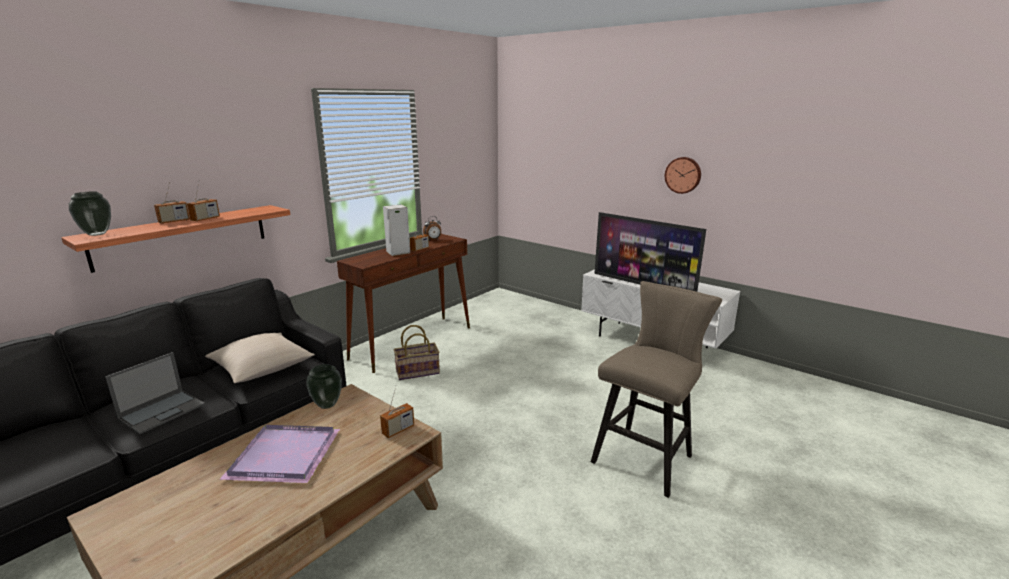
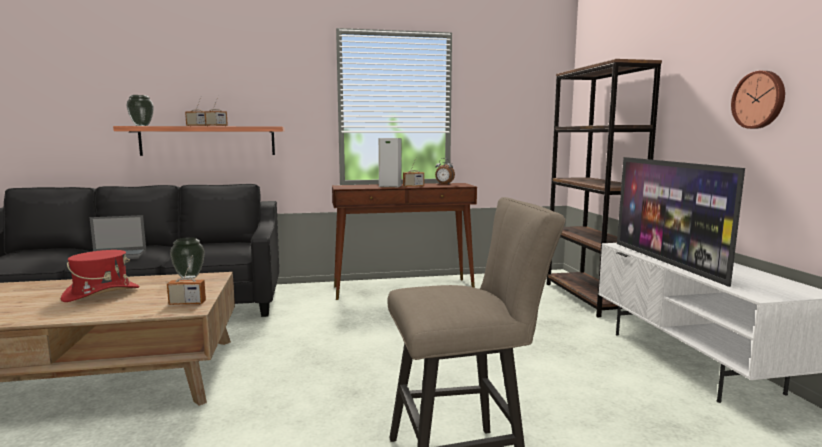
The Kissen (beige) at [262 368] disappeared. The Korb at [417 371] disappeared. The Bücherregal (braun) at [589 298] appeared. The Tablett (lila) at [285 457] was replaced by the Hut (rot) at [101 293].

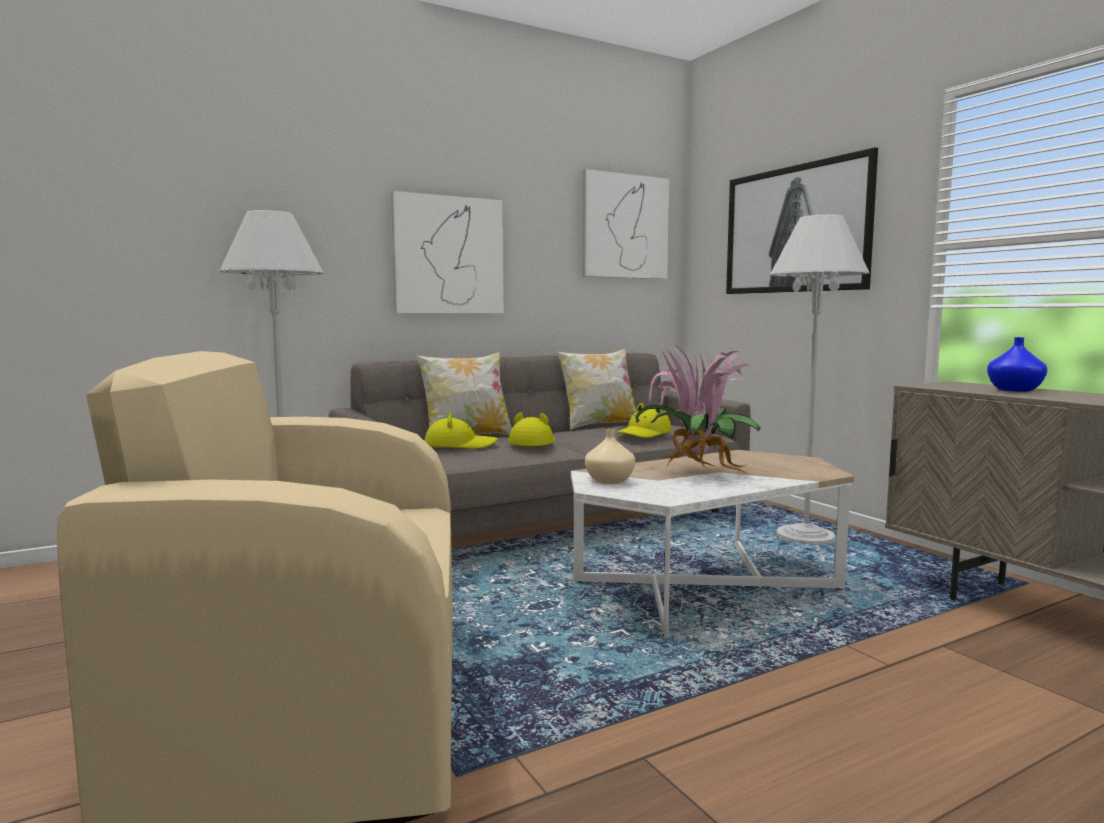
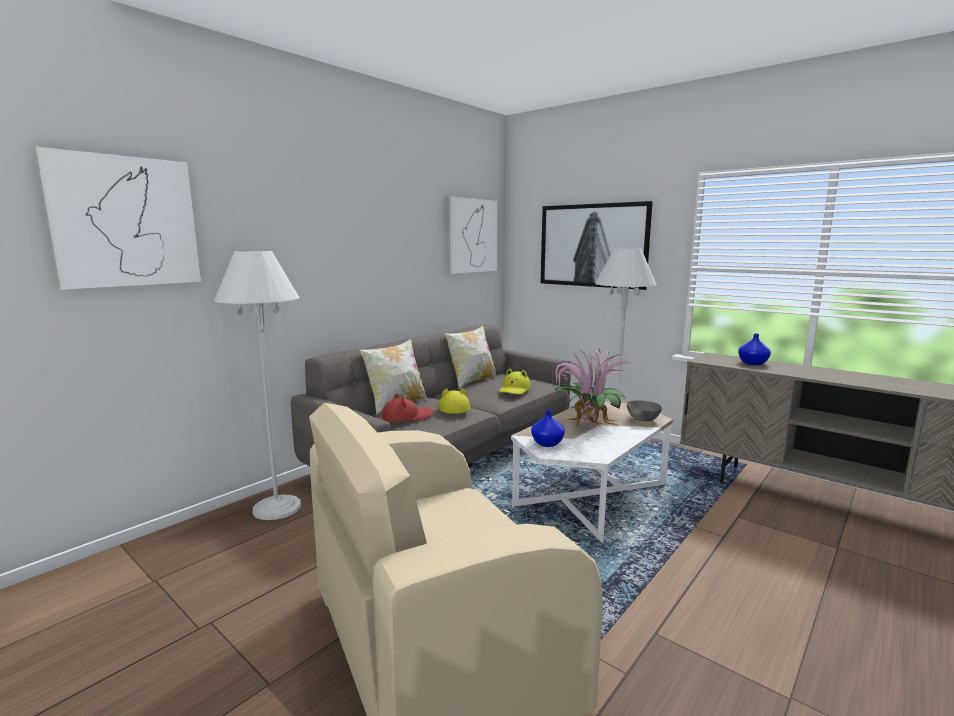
The Schüssel (grau) at [642 419] appeared. The Bild moved from [448 255] to [125 222]. The Hut (gelb) at [460 445] became the Hut (rot) at [407 417]. The Vase (beige) at [609 481] became the Vase (blau) at [547 443].

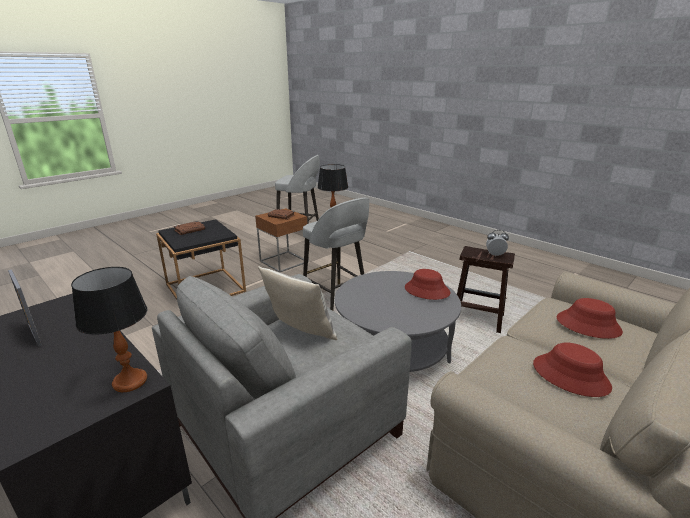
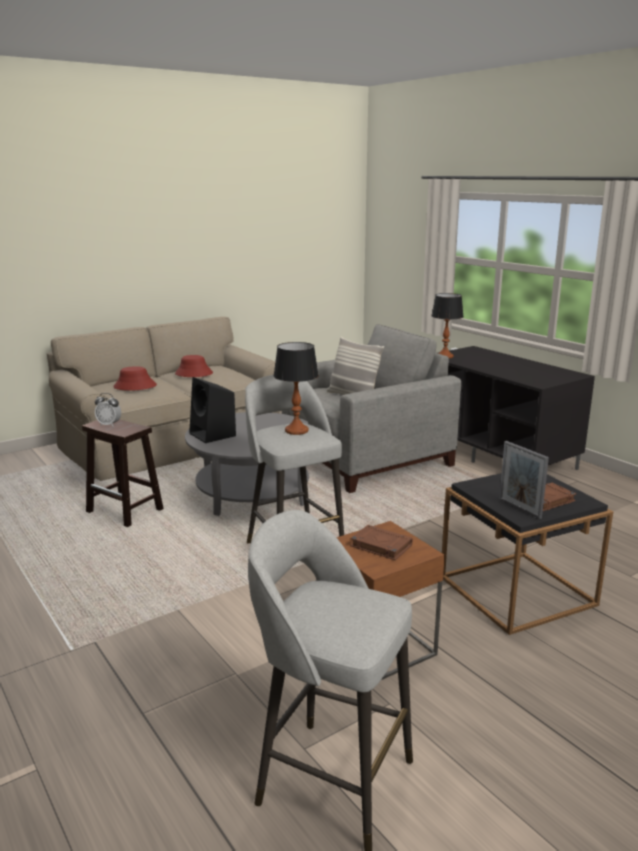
The Bilderrahmen moved from [34 334] to [519 508]. The Hut (rot) at [426 290] was replaced by the Lautsprecher (schwarz) at [213 435].

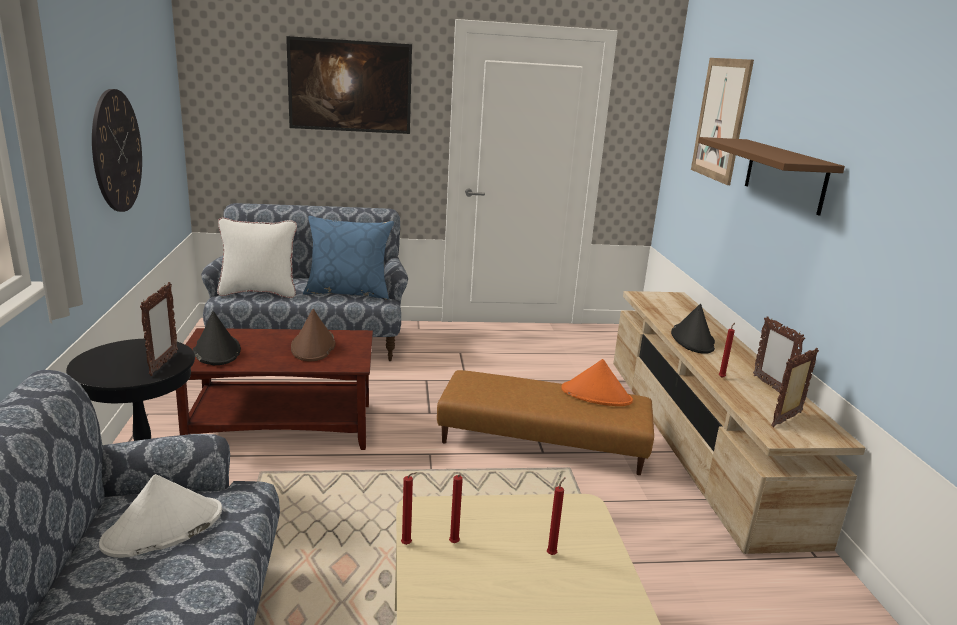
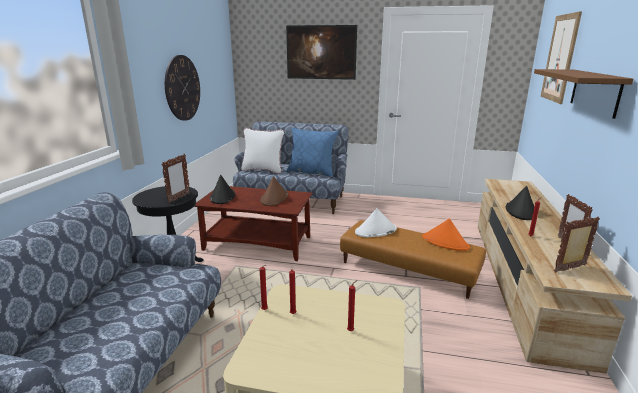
The Hut (weiß) moved from [163 528] to [375 231].

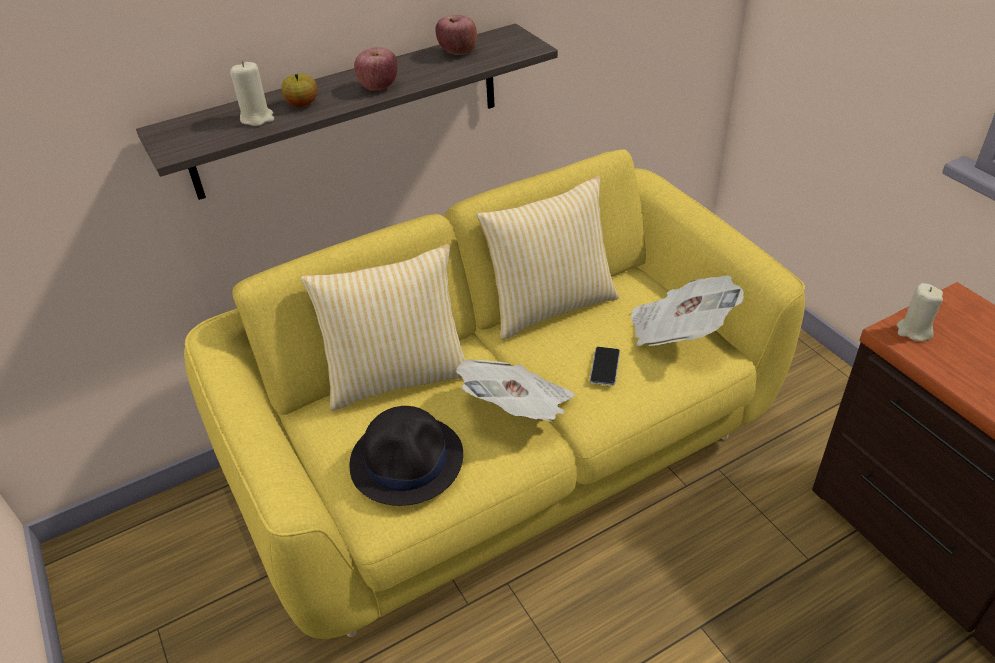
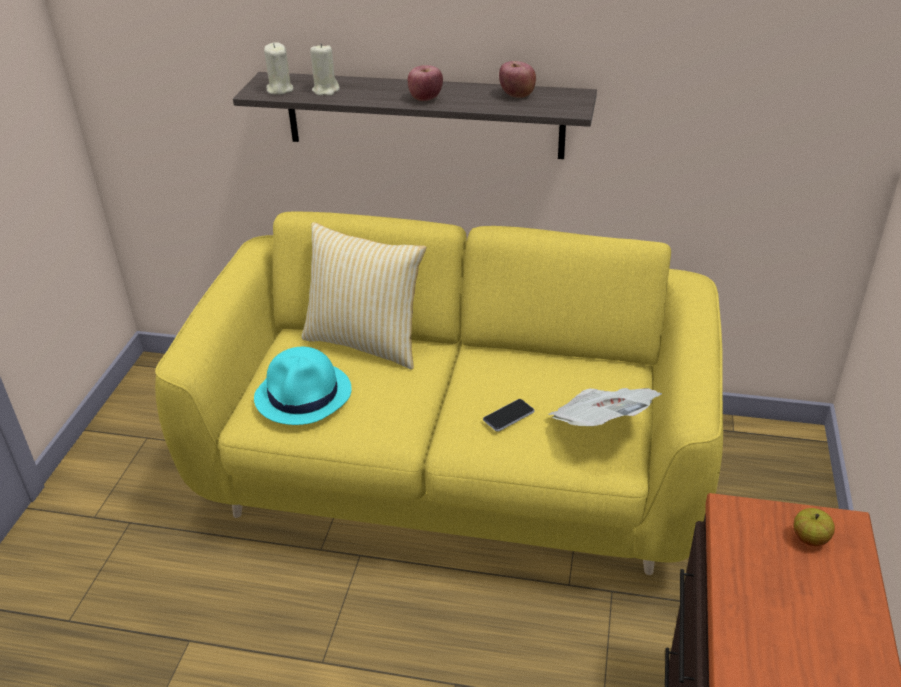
The Zeitung at [519 409] disappeared. The Kissen at [550 305] disappeared. The Apfel moved from [302 104] to [810 538]. The Kerze (beige) moved from [914 331] to [279 90]. The Hut (schwarz) at [407 460] became the Hut (türkis) at [304 394].

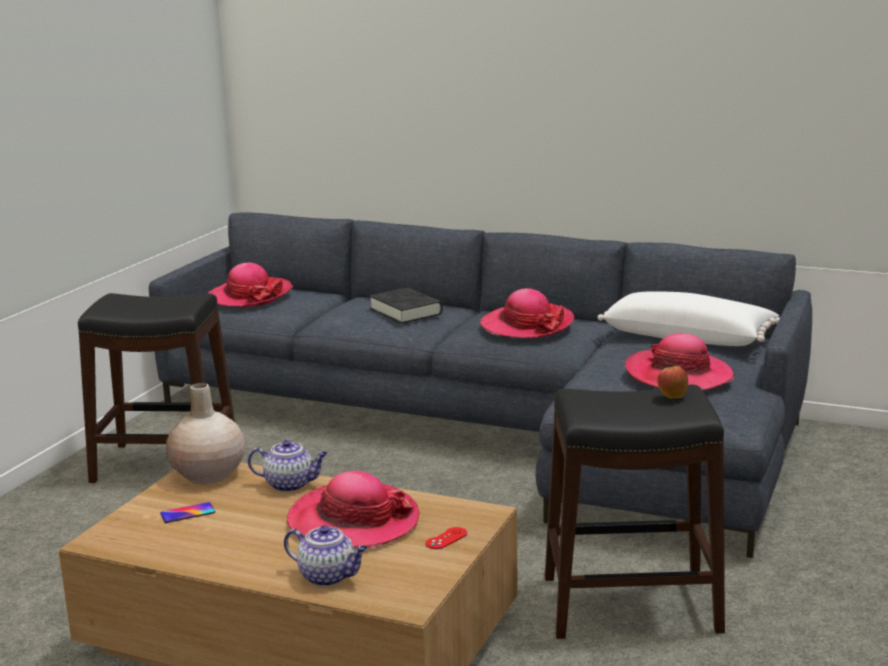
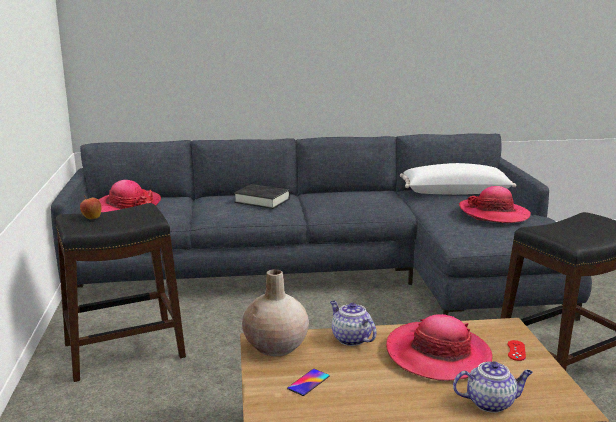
The Hut at [526 325] disappeared. The Apfel moved from [672 396] to [91 217]. The Teekanne at [290 484] turned 105 degrees counterclockwise.

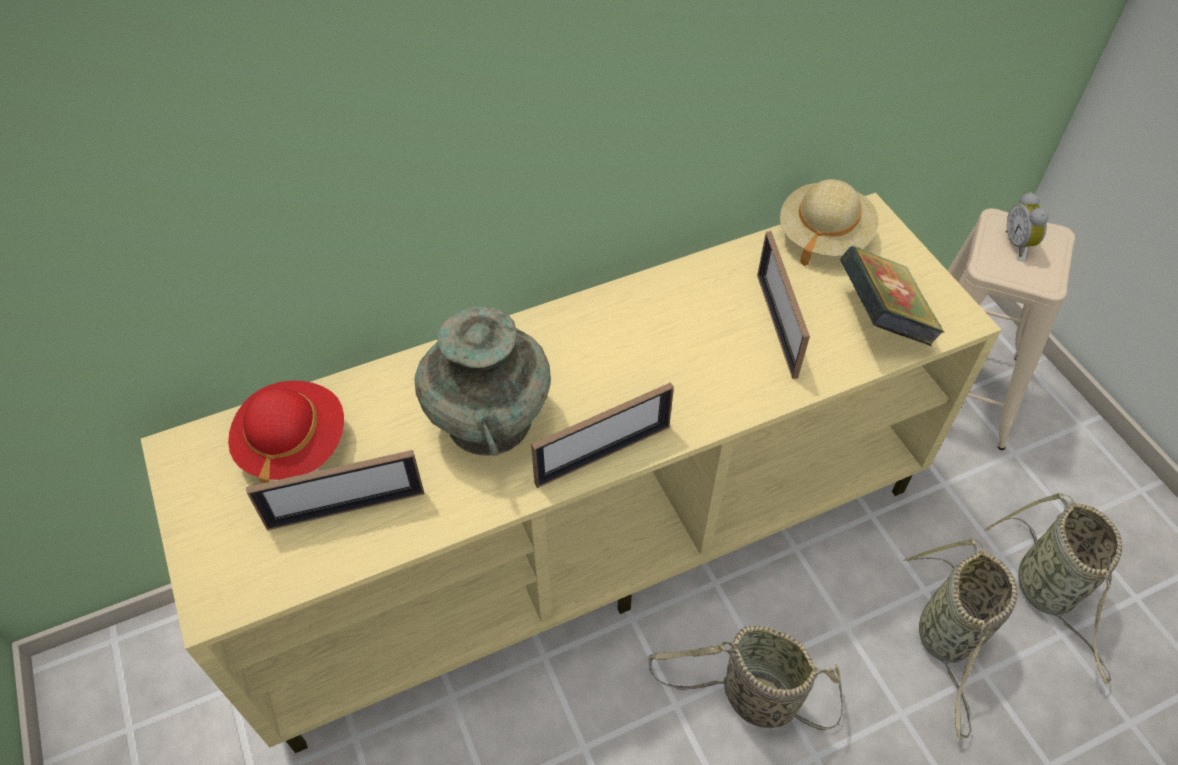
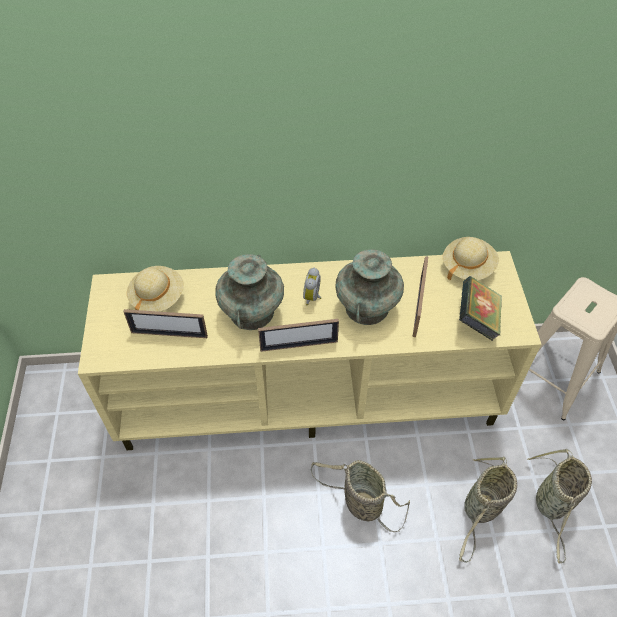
The Vase (türkis) at [367 307] appeared. The Wecker moved from [1019 243] to [313 297]. The Hut (rot) at [293 445] became the Hut (beige) at [157 297].

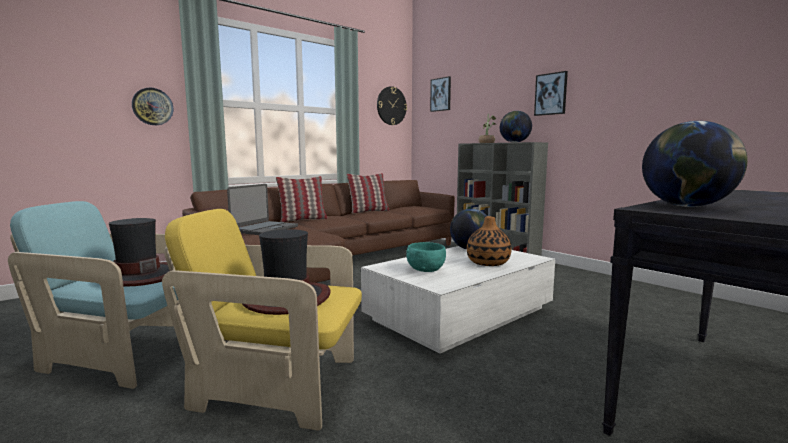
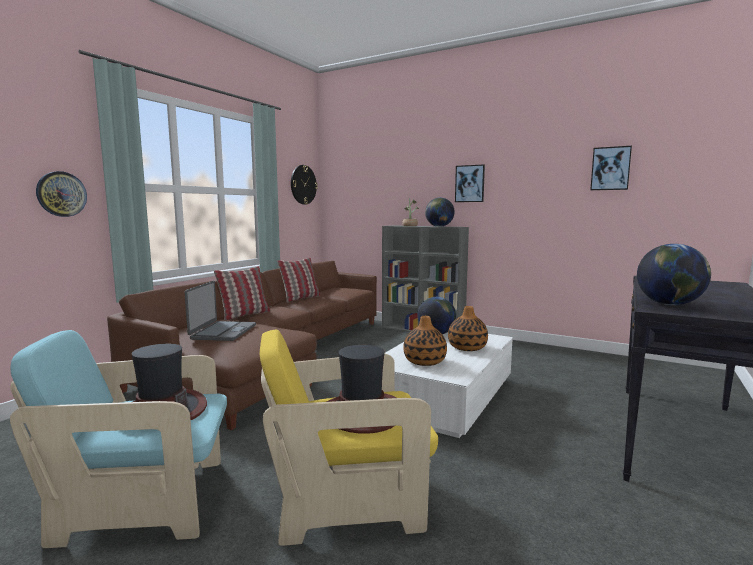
The Bild moved from [441 94] to [610 168]. The Schüssel (türkis) at [425 270] was replaced by the Vase at [424 361].

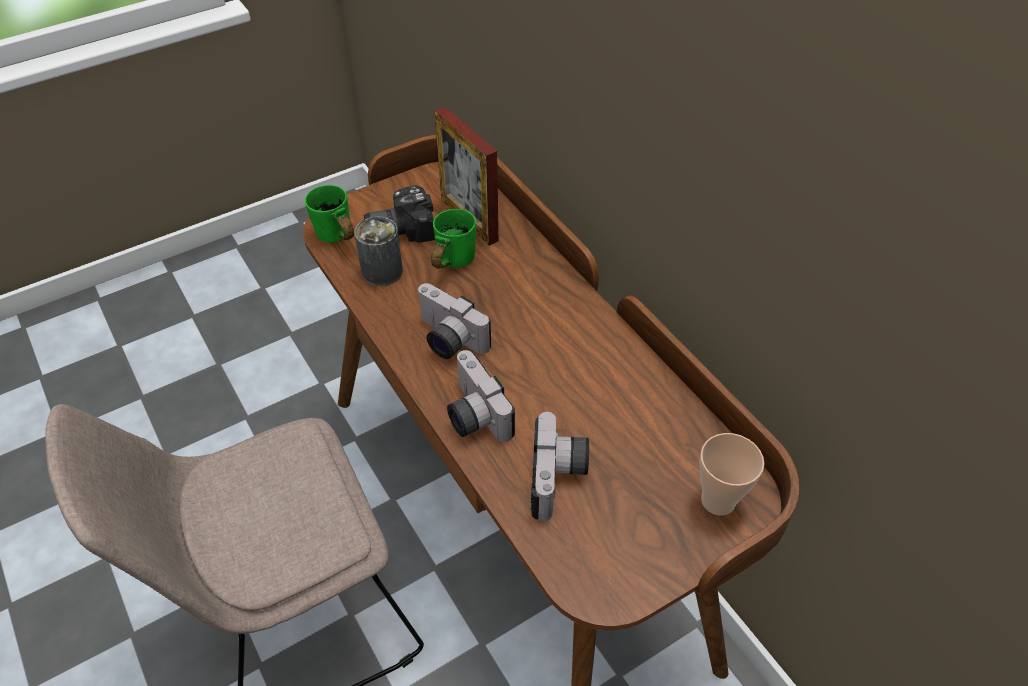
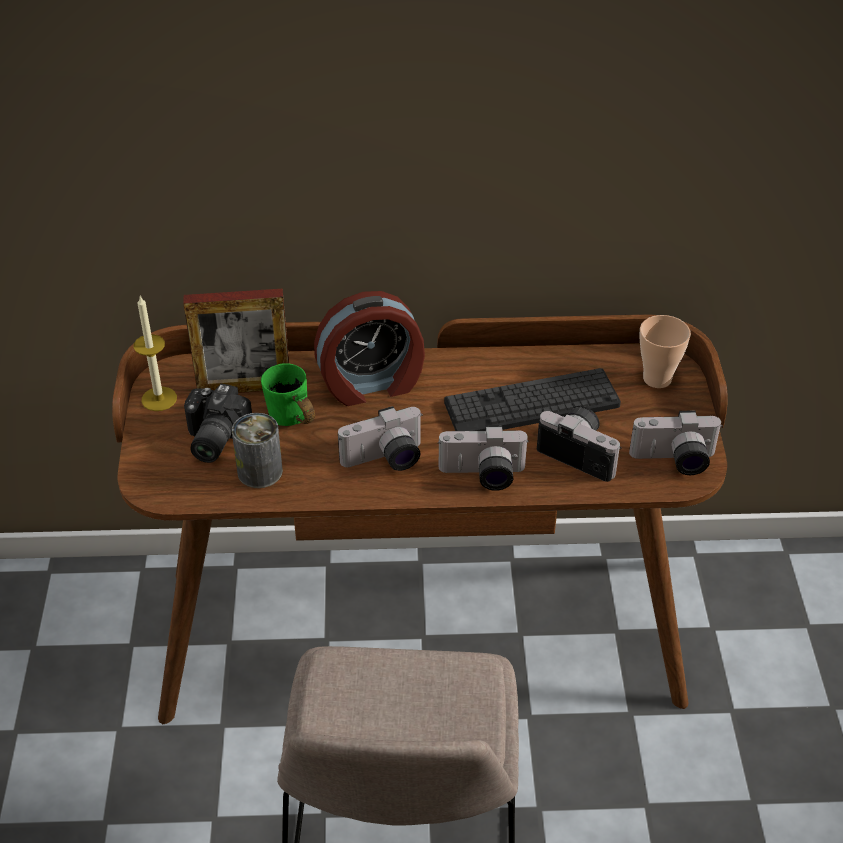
The Henkelbecher (grün) at [334 240] disappeared. The Kerze at [159 399] appeared. The Wecker at [371 384] appeared. The Tastatur at [532 404] appeared. The Kamera at [674 461] appeared.

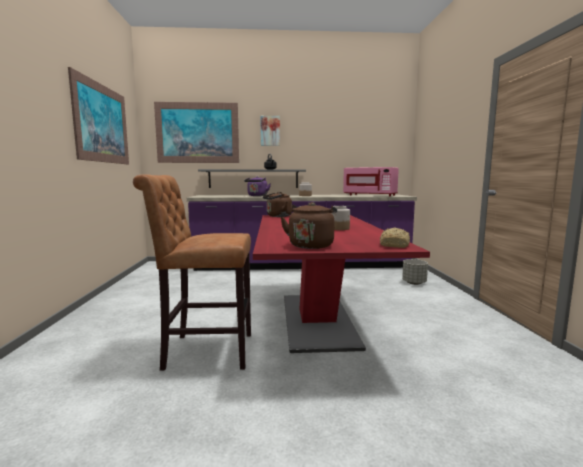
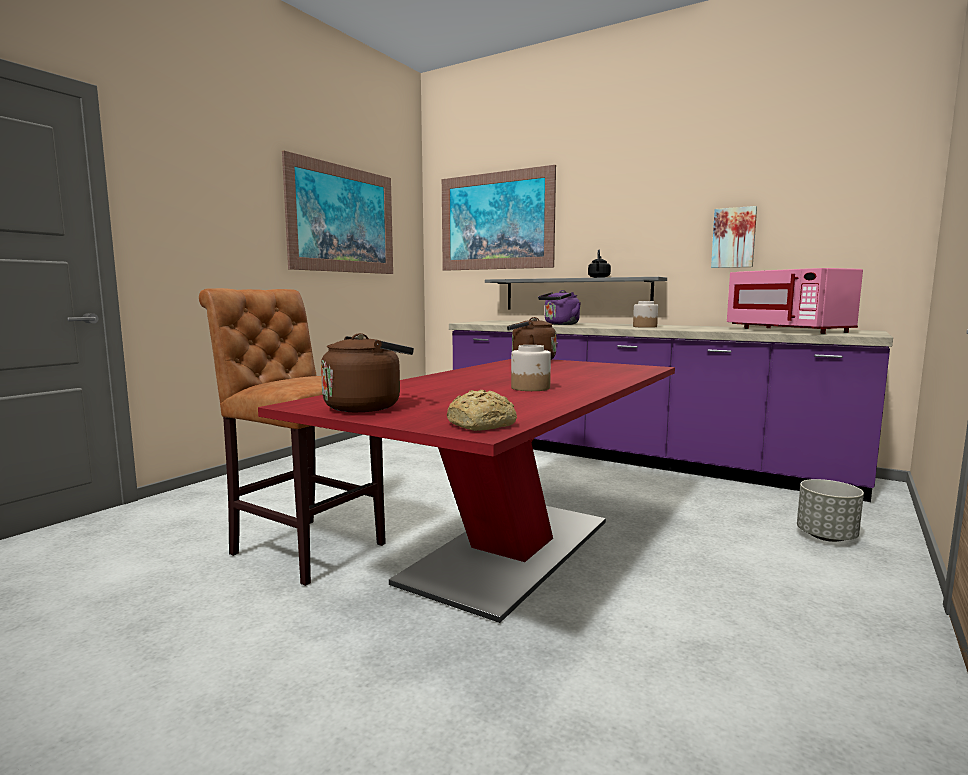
The Bild moved from [270 131] to [734 238].

